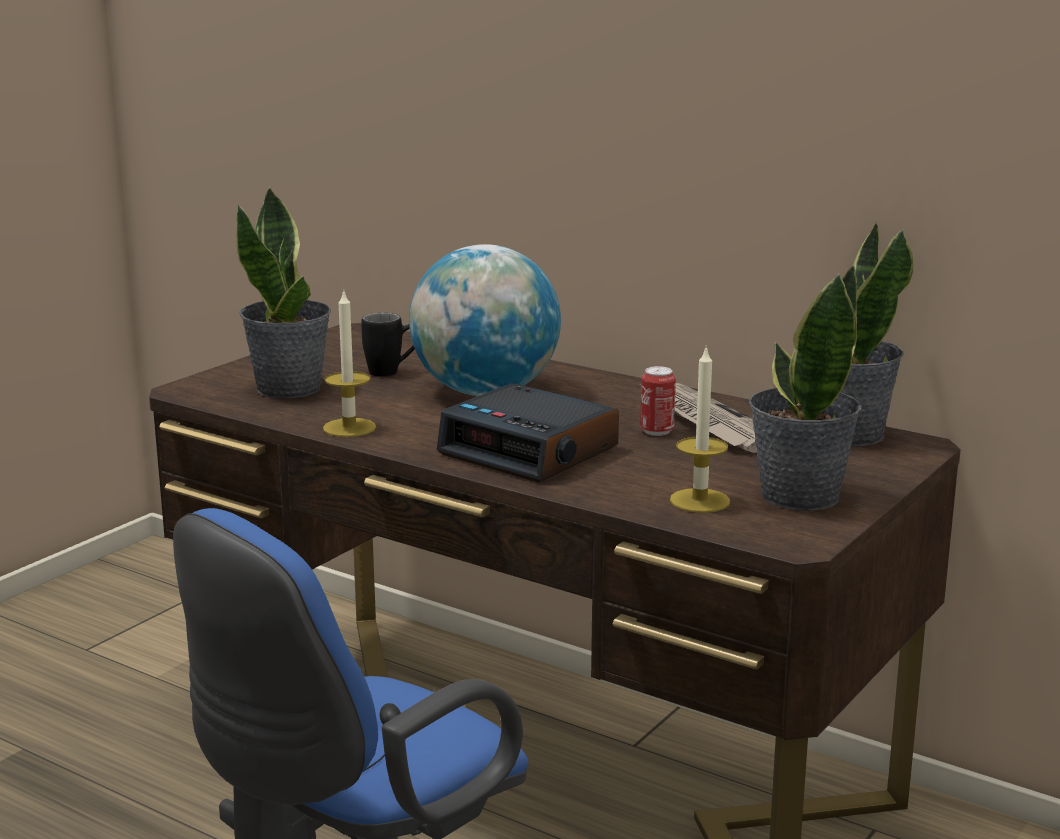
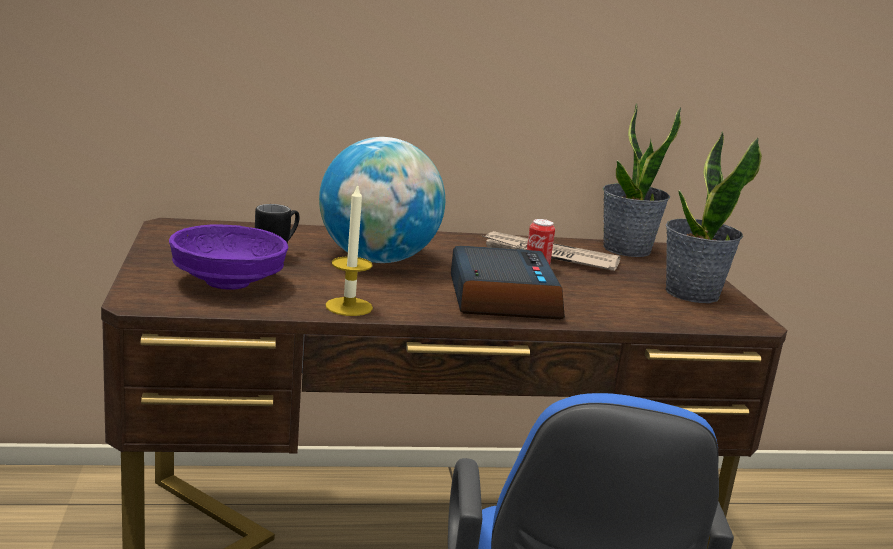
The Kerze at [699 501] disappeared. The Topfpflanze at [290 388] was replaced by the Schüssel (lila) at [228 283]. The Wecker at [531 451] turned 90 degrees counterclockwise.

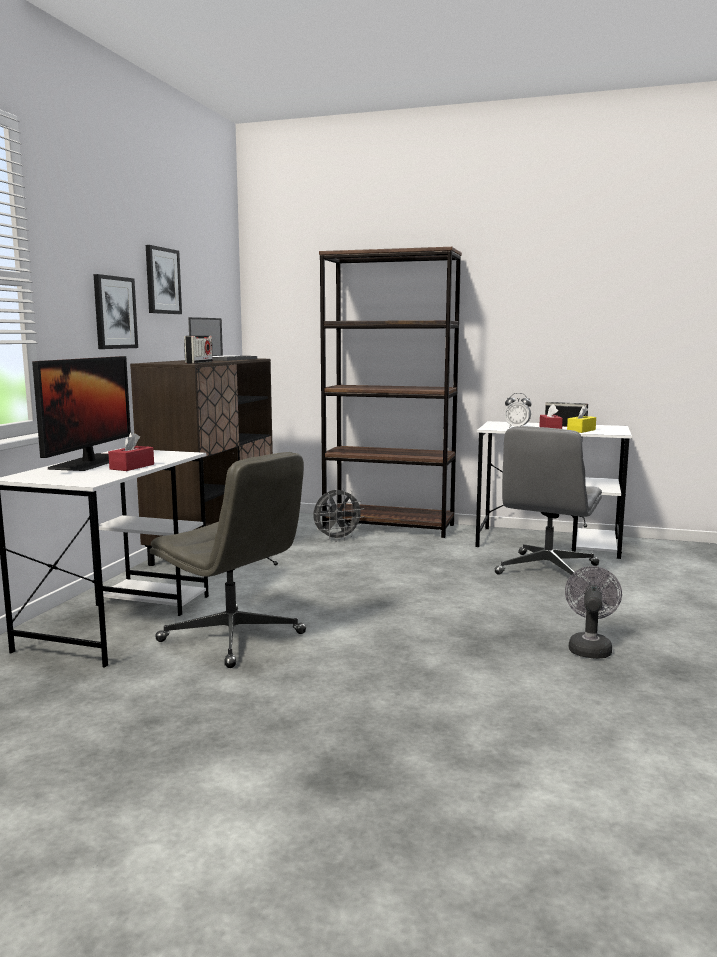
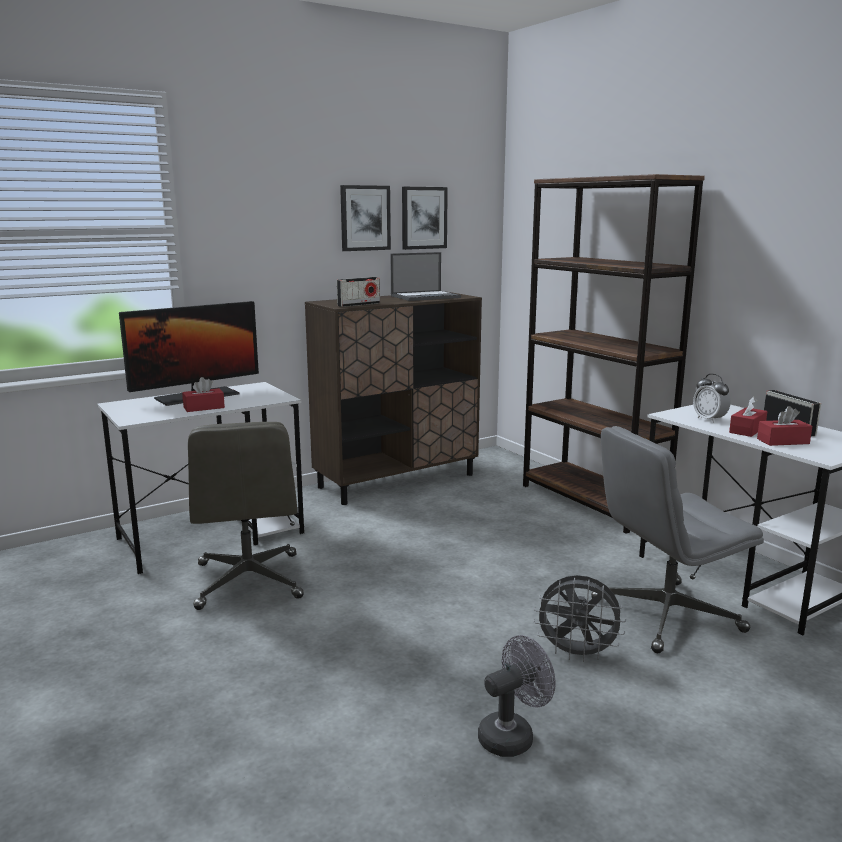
The Bild moved from [114 312] to [423 218]. The Ventilator (grau) moved from [337 539] to [577 654]. The Taschentuchbox (gelb) at [581 430] became the Taschentuchbox (rot) at [783 441].

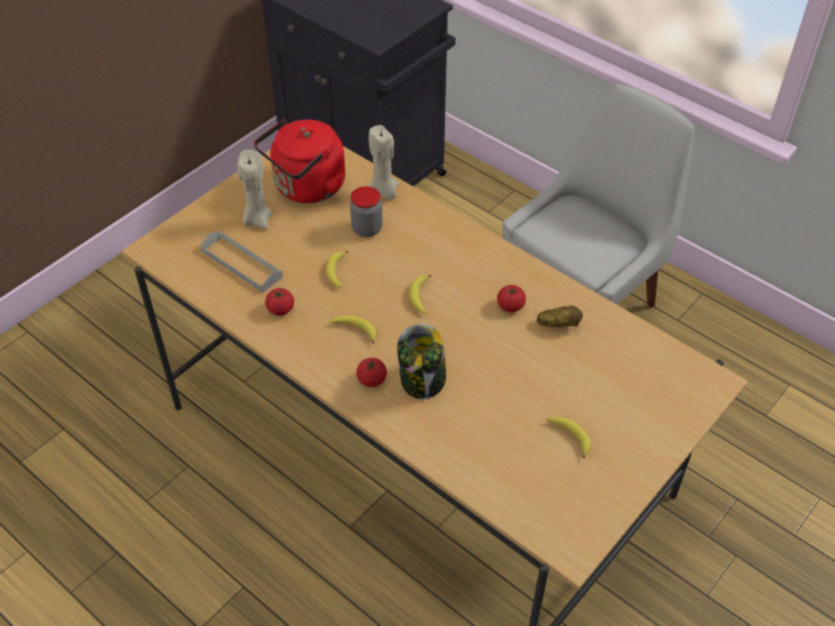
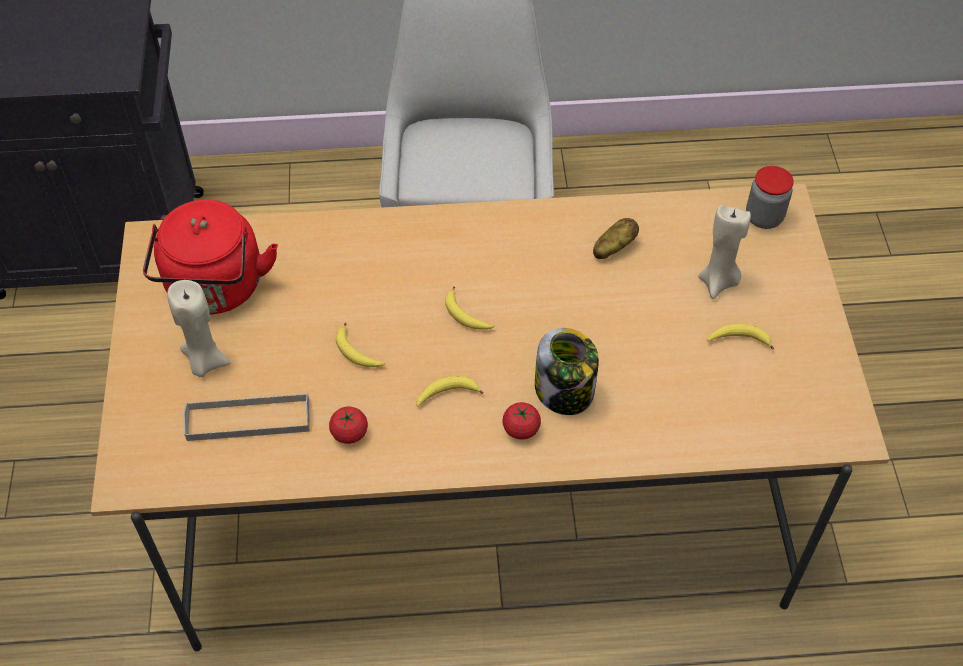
The Tomate at [510 306] disappeared. The Vorratsglas moved from [367 229] to [763 217]. The Kerze (beige) moved from [383 193] to [718 282].

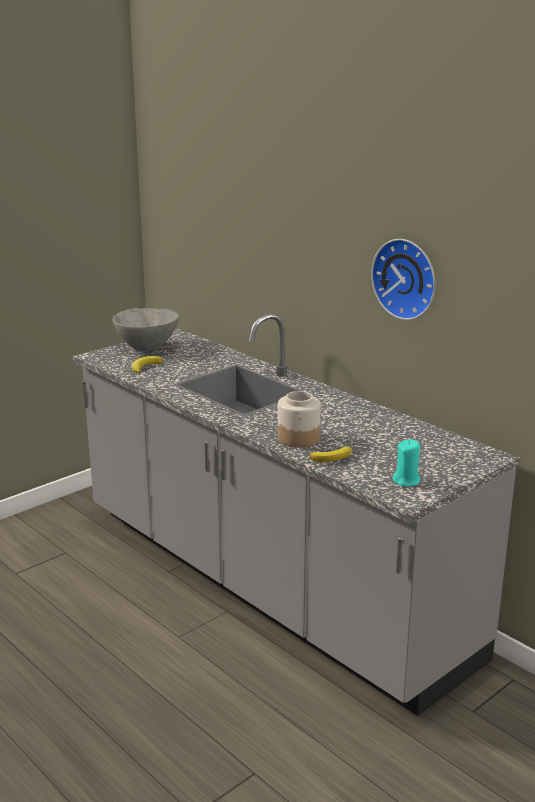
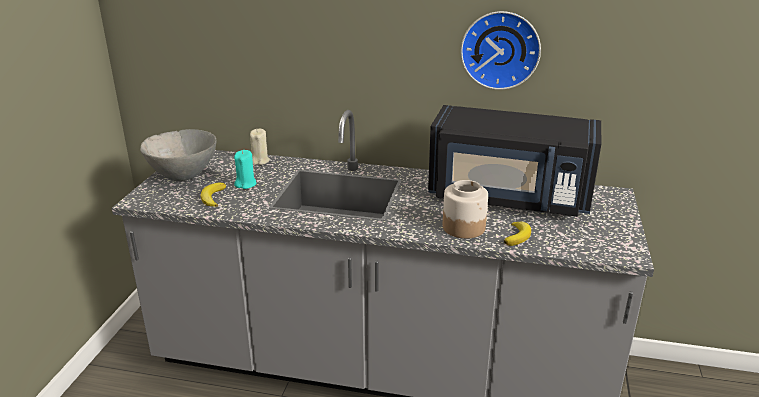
The Kerze (beige) at [259 161] appeared. The Mikrowelle (schwarz) at [508 197] appeared. The Kerze (türkis) moved from [406 481] to [245 184].

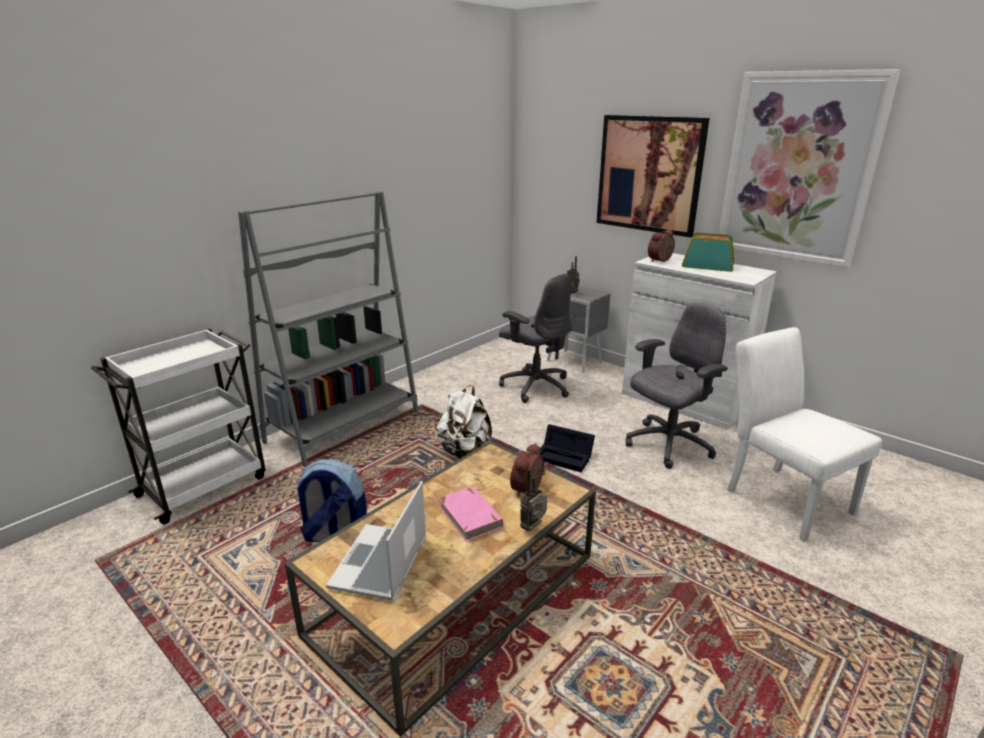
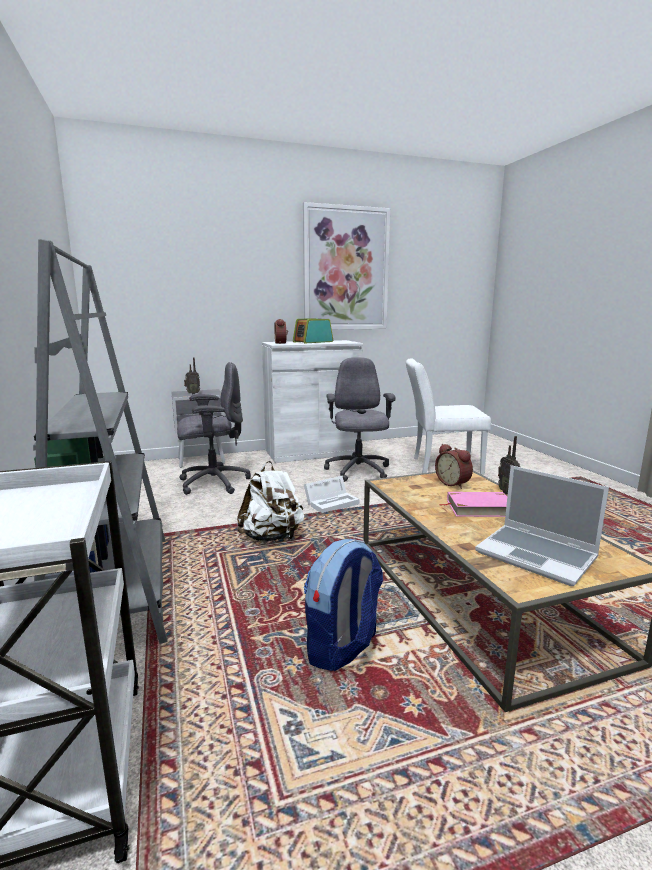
The Bild at [649 174] disappeared. The Aufbewahrungsbox (schwarz) at [566 456] became the Aufbewahrungsbox (weiß) at [332 502].

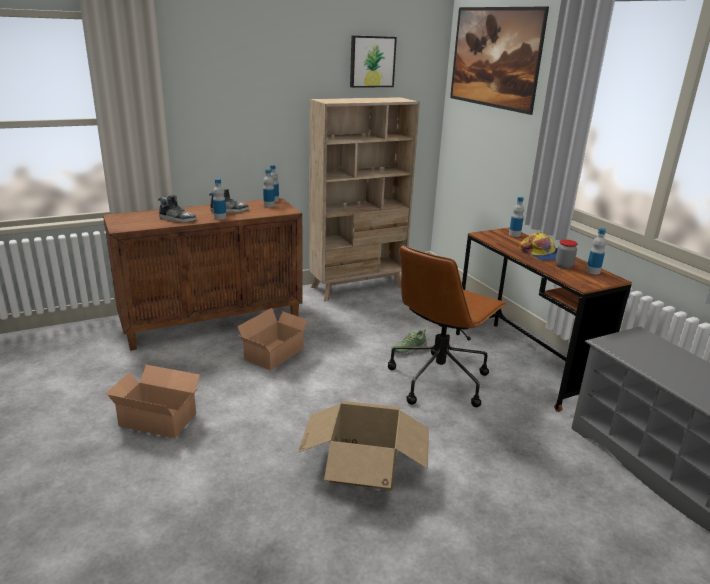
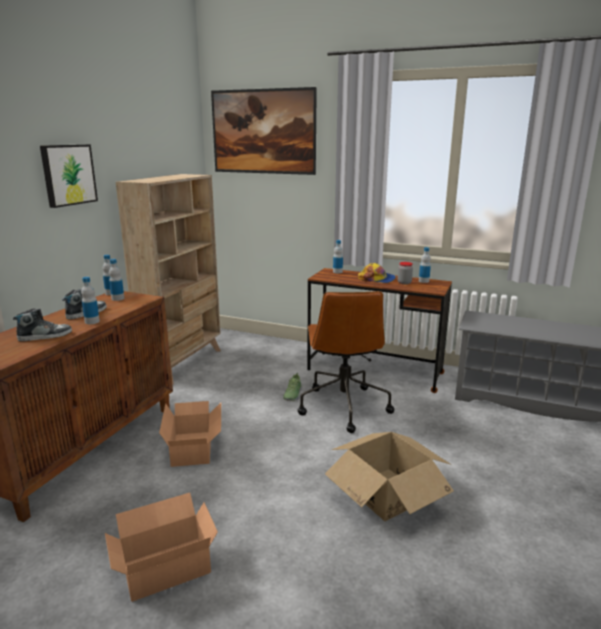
The Bild moved from [372 61] to [68 175].

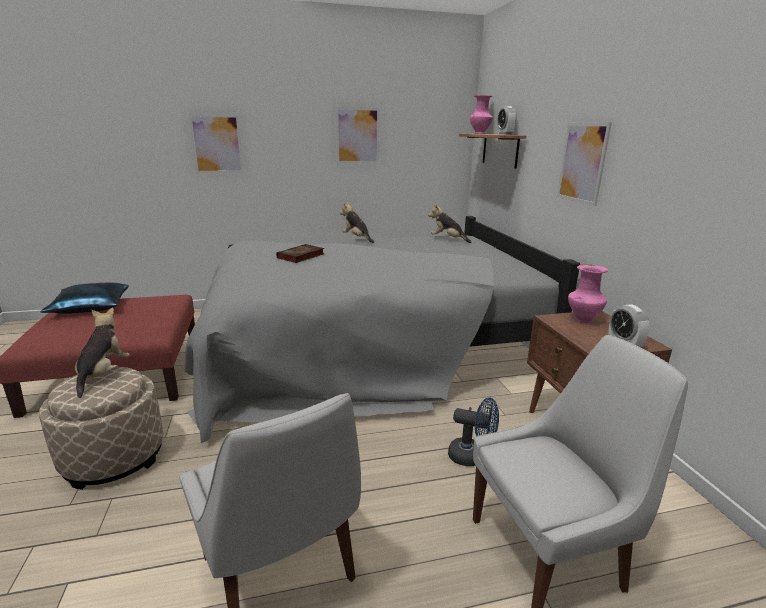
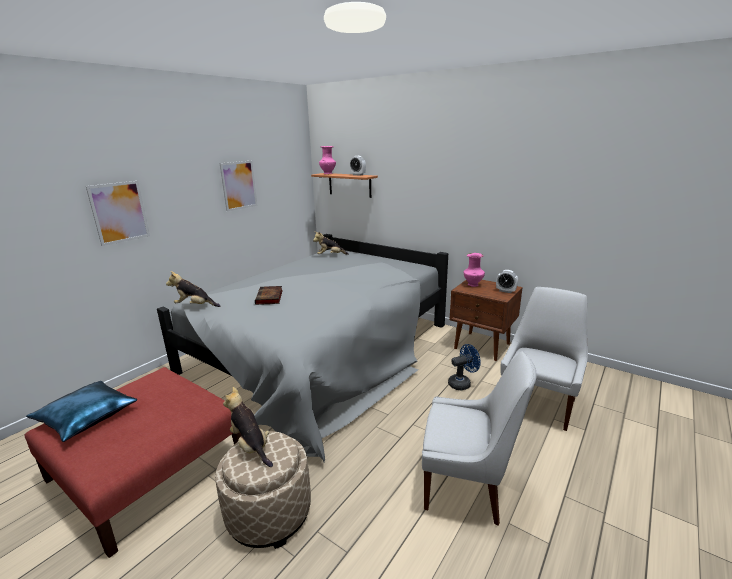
The Bild at [582 163] disappeared. The Plüschtier moved from [357 239] to [195 306].

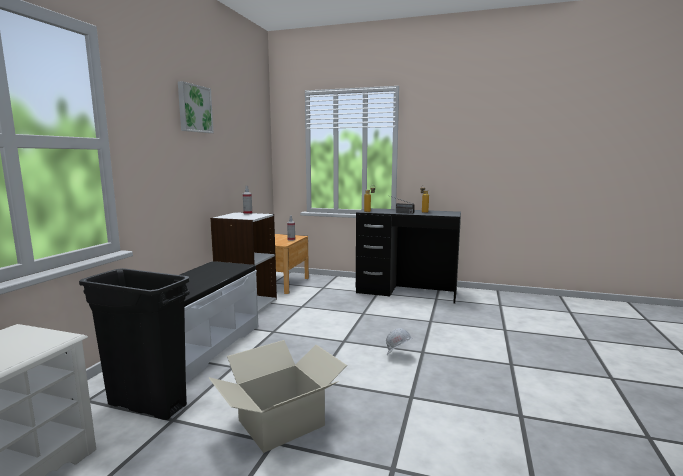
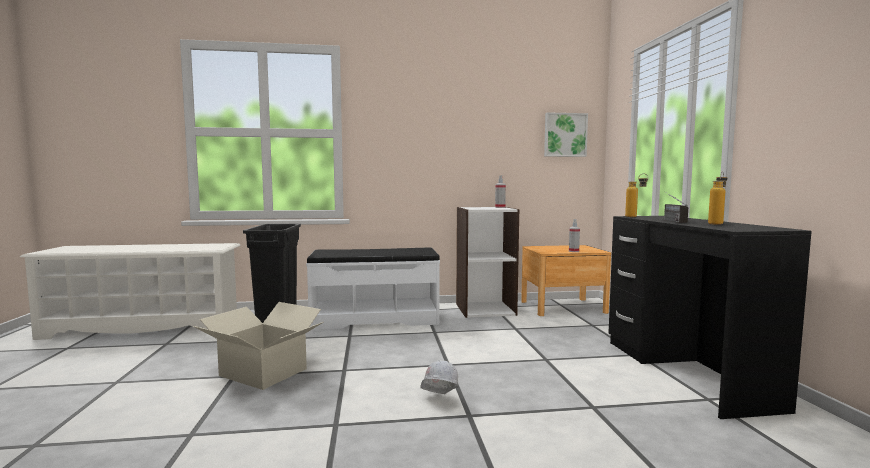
The Bild moved from [194 108] to [565 135].

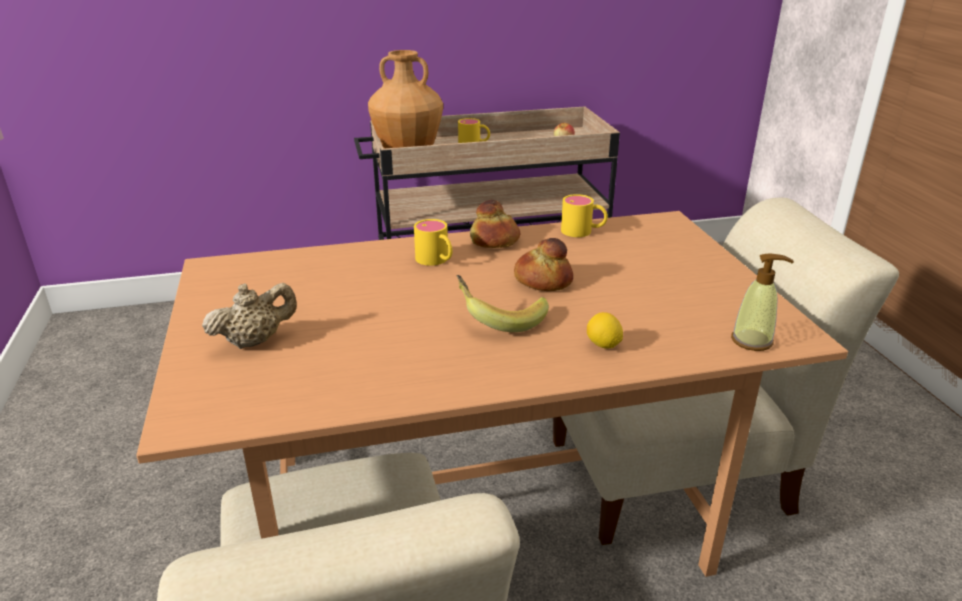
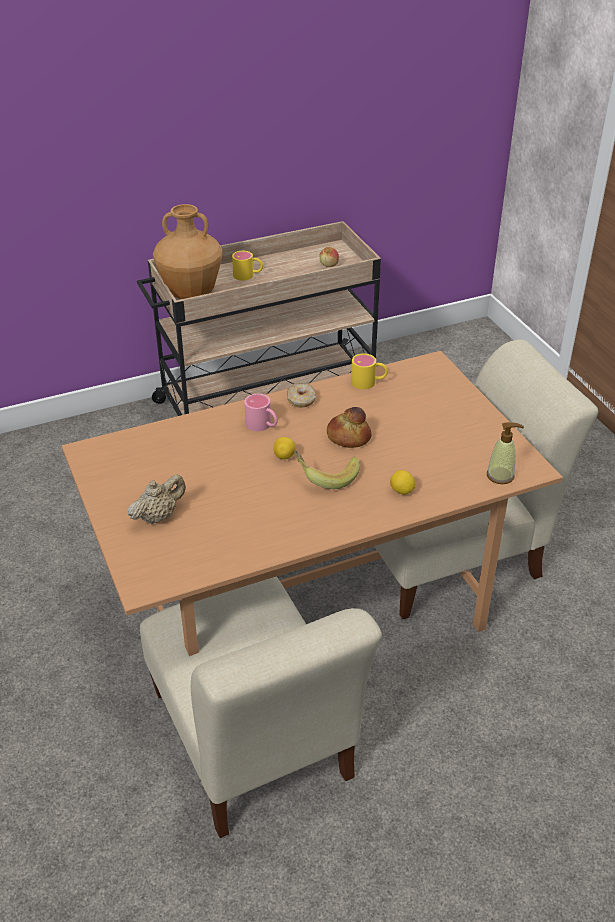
The Zitrone at [284 456] appeared. The Brot at [494 241] was replaced by the Donut at [301 400]. The Henkelbecher (gelb) at [436 260] became the Henkelbecher (rosa) at [263 426].

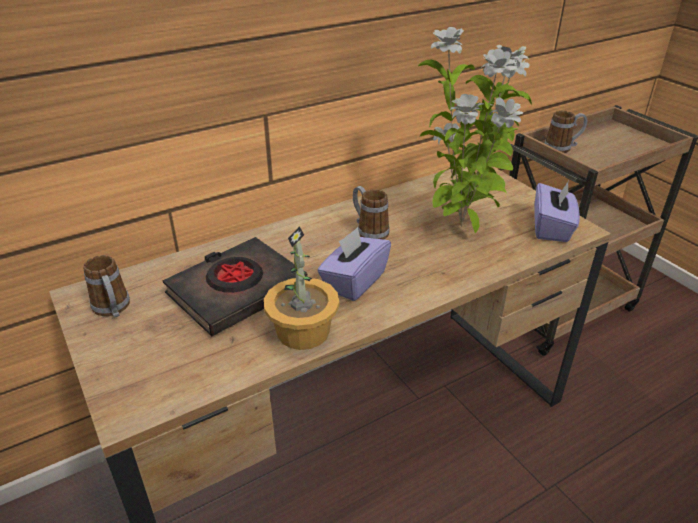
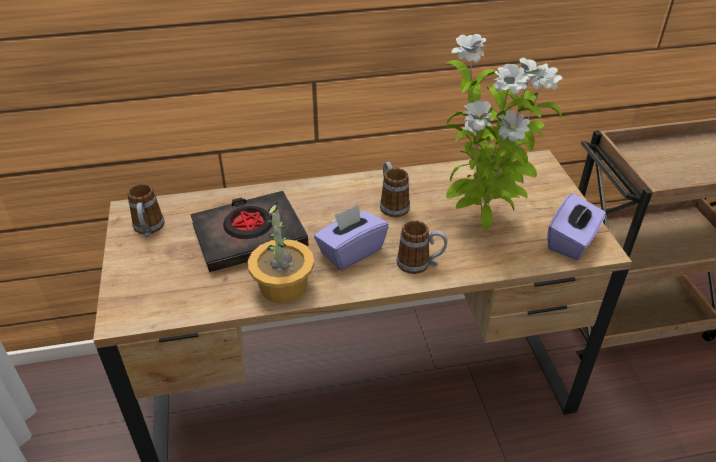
The Henkelbecher moved from [562 148] to [420 264].

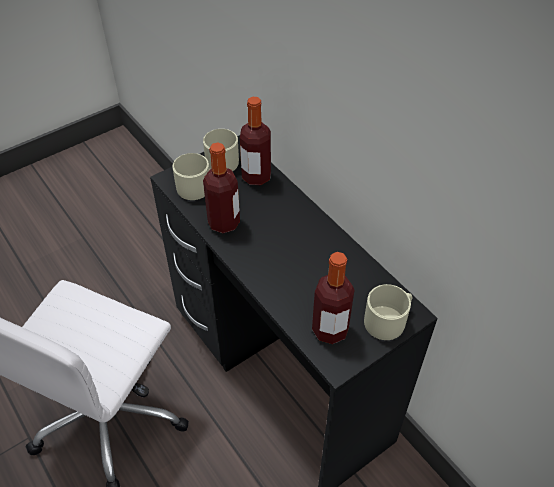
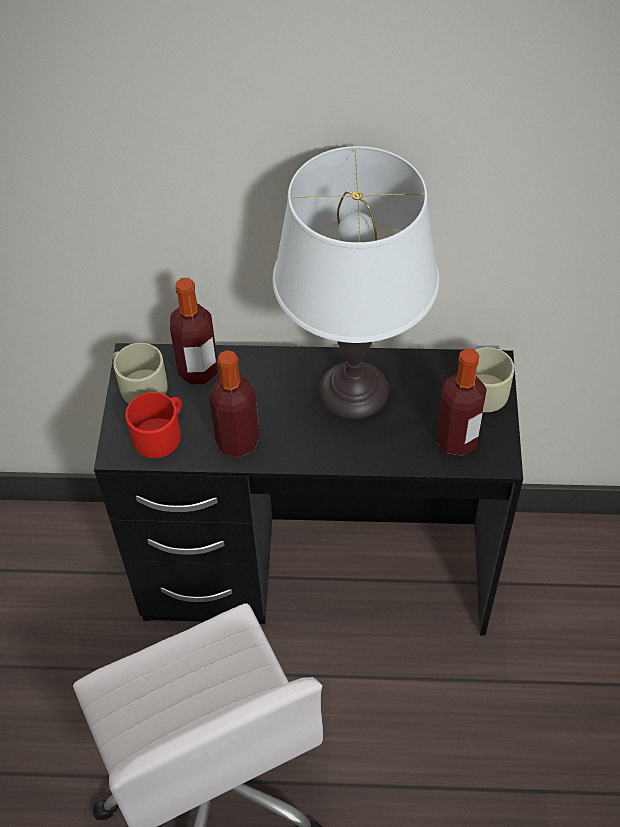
The Tischlampe (weiß) at [353 390] appeared. The Henkelbecher (beige) at [198 188] became the Henkelbecher (rot) at [161 433].

